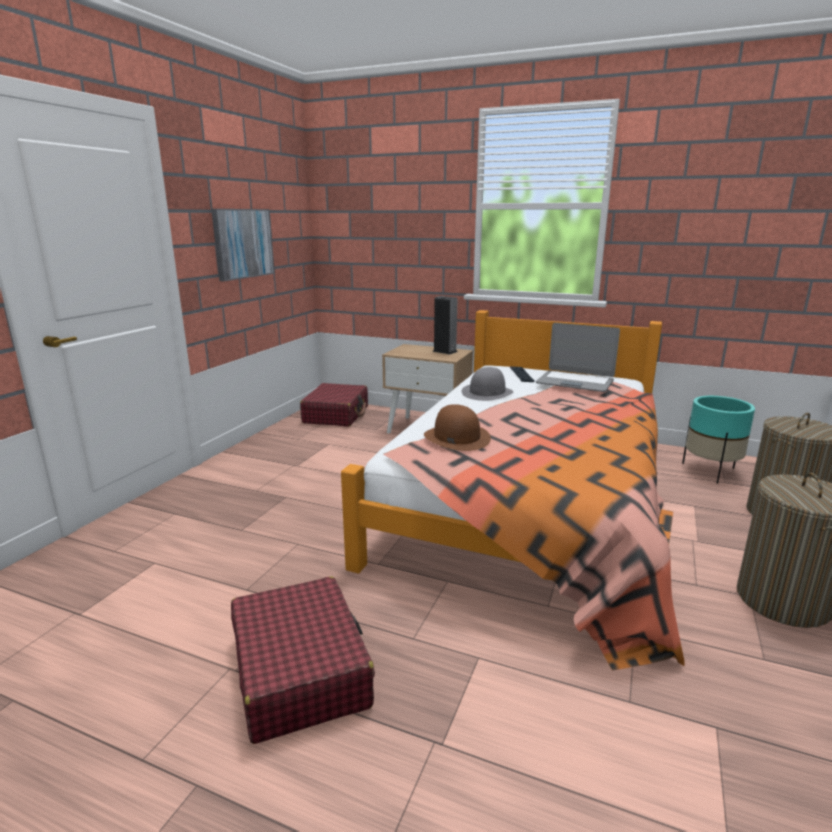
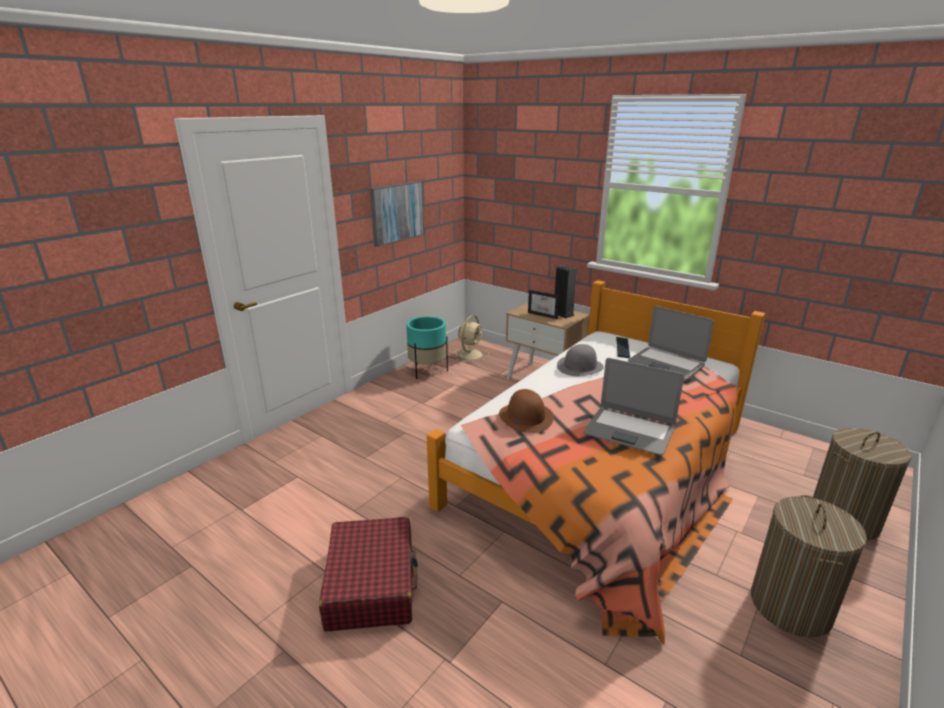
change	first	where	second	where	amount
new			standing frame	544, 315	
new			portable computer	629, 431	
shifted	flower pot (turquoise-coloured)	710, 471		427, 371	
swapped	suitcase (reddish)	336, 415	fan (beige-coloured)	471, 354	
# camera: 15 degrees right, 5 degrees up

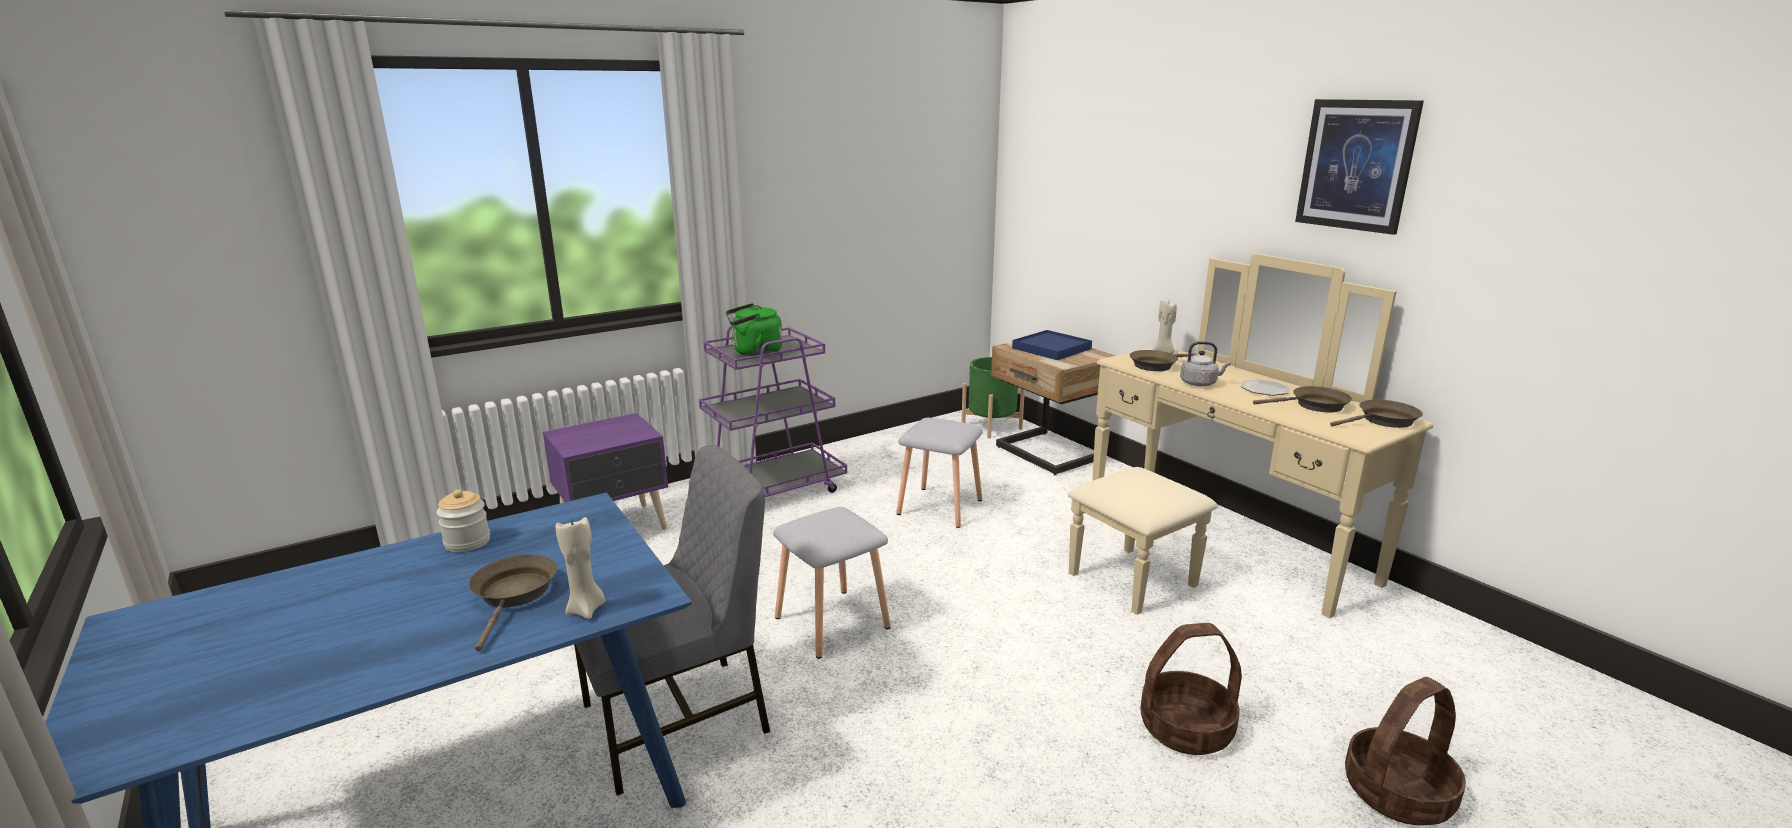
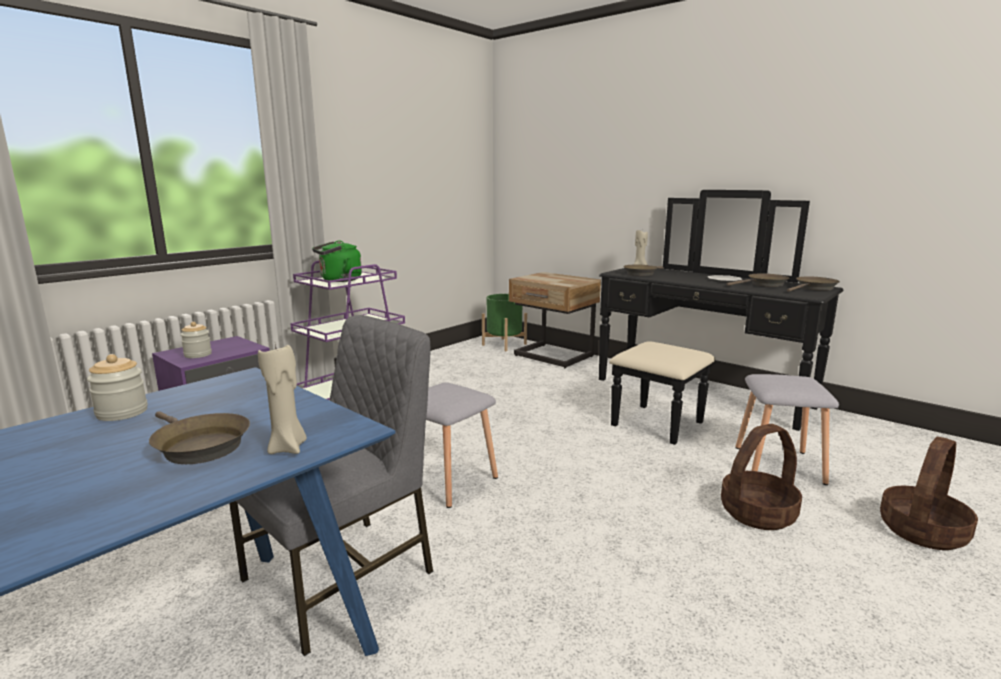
change	first	where	second	where	amount
gone	carrying tray (blue-coloured)	1051, 348			
gone	water kettle (gray)	1200, 383			
gone	wall art	1356, 165			
new			jar	198, 354	
shifted	stool (gray)	938, 507		777, 465	
repainted	chest of drawers (beige-coloured)	1205, 548	chest of drawers (blackish)	692, 399	
rotated	pan (brownish)	514, 595		198, 446	150 degrees clockwise
# camera: 15 degrees left, 5 degrees down

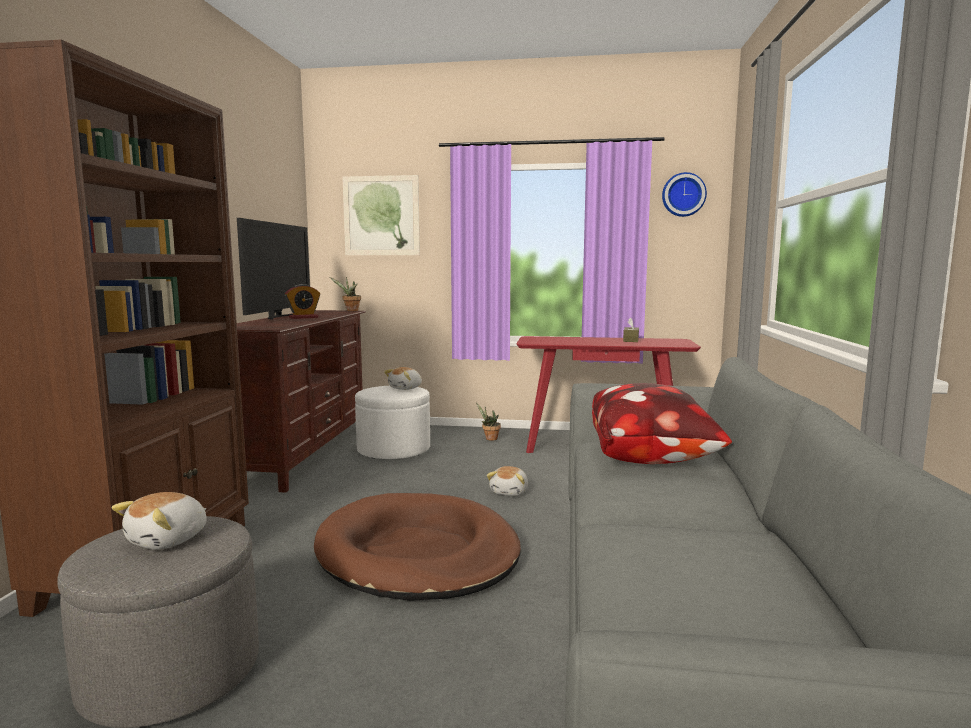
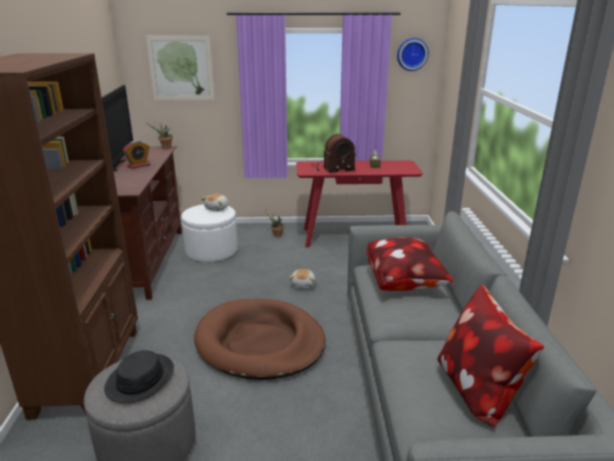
change	first	where	second	where	amount
new			radio set	332, 168	
new			pillow	478, 389	
swapped	plush toy	169, 540	clothing hat (blackish)	140, 379	
# camera: 10 degrees left, 15 degrees up

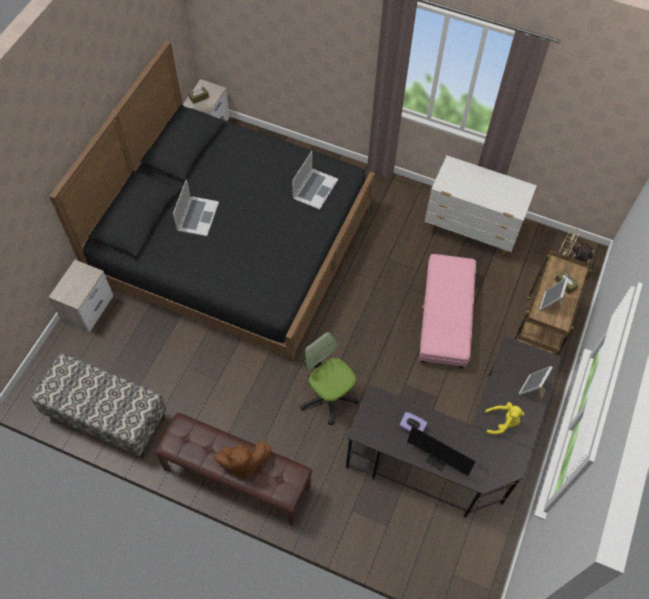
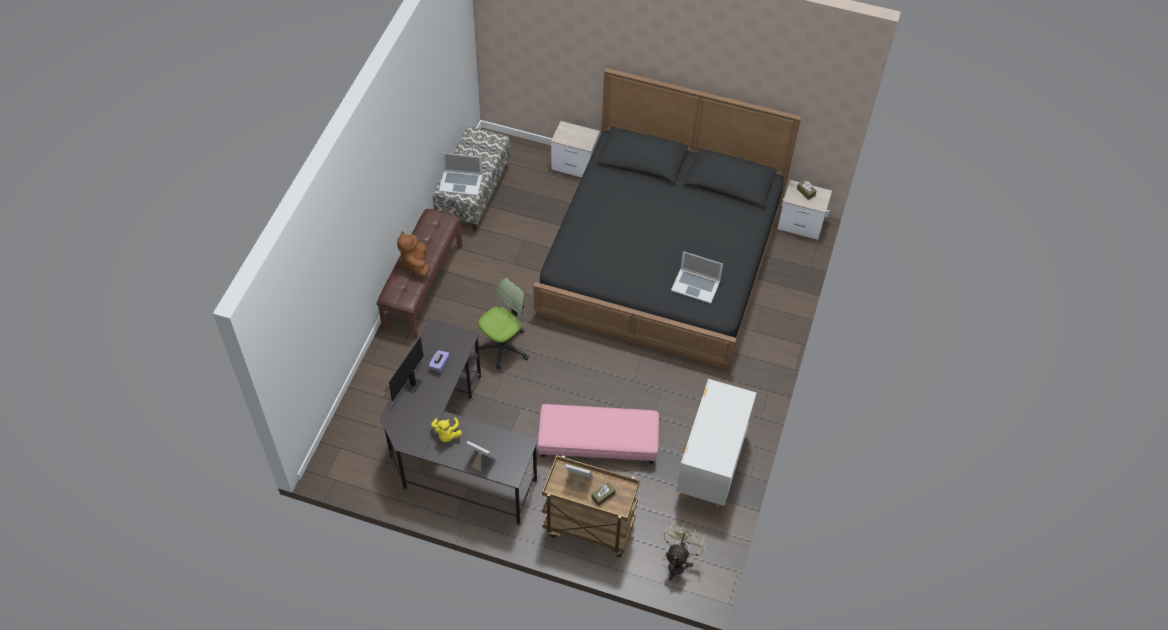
change	first	where	second	where	amount
shifted	portable computer	197, 216		461, 182	
# camera: 85 degrees right, 5 degrees down

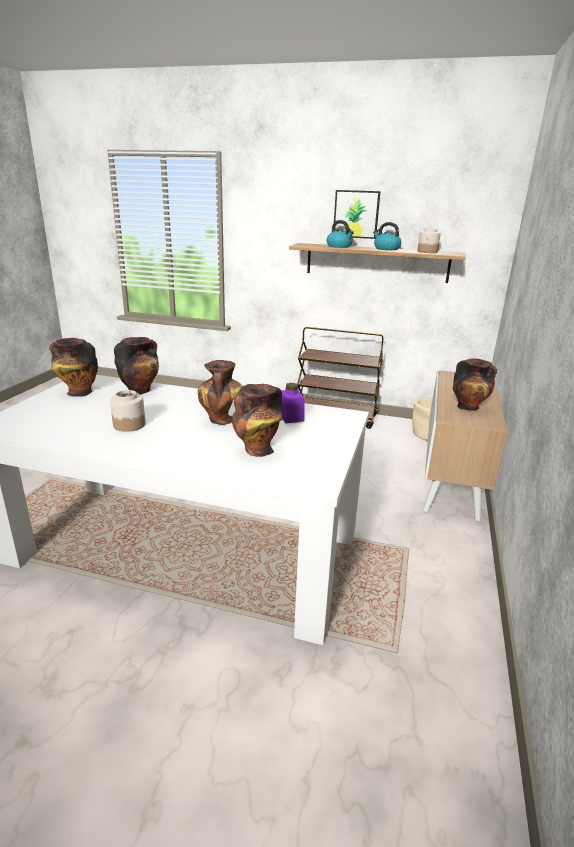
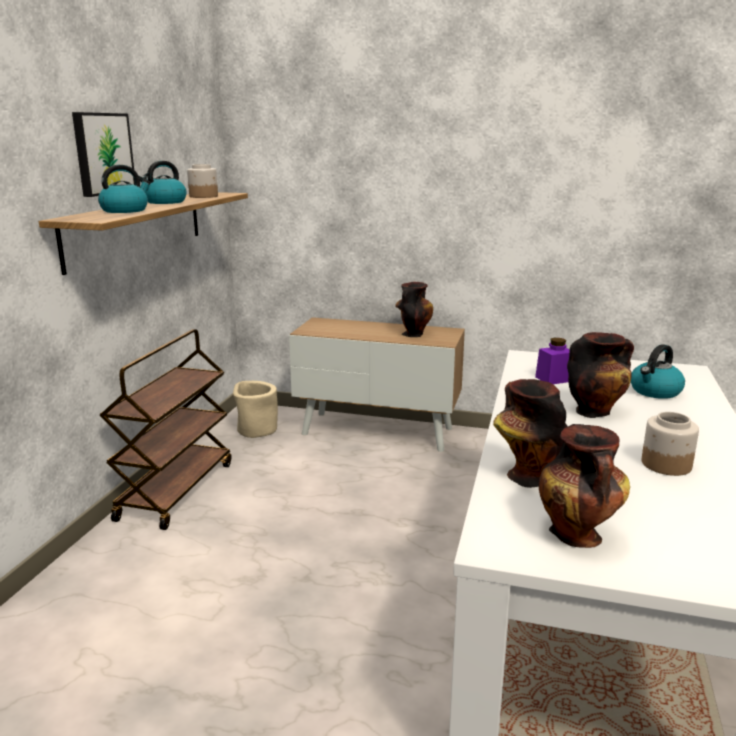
change	first	where	second	where	amount
swapped	vase	257, 450	water kettle	655, 391	
# camera: 90 degrees left, 5 degrees down

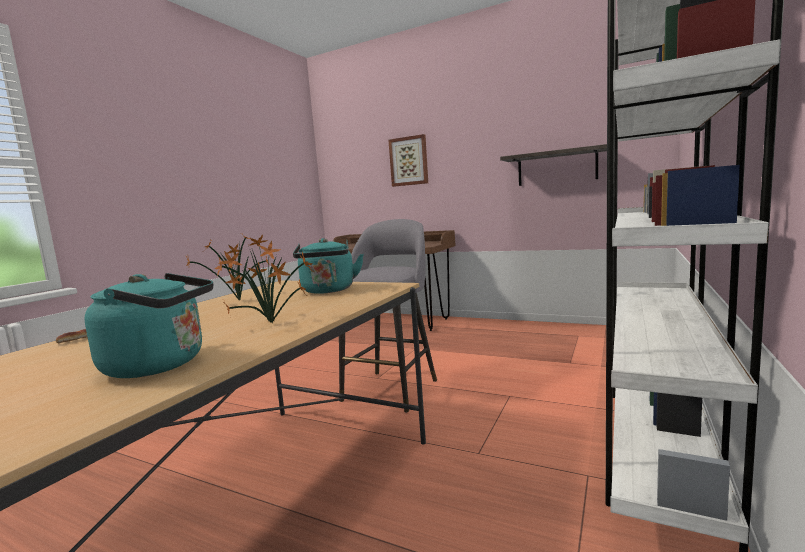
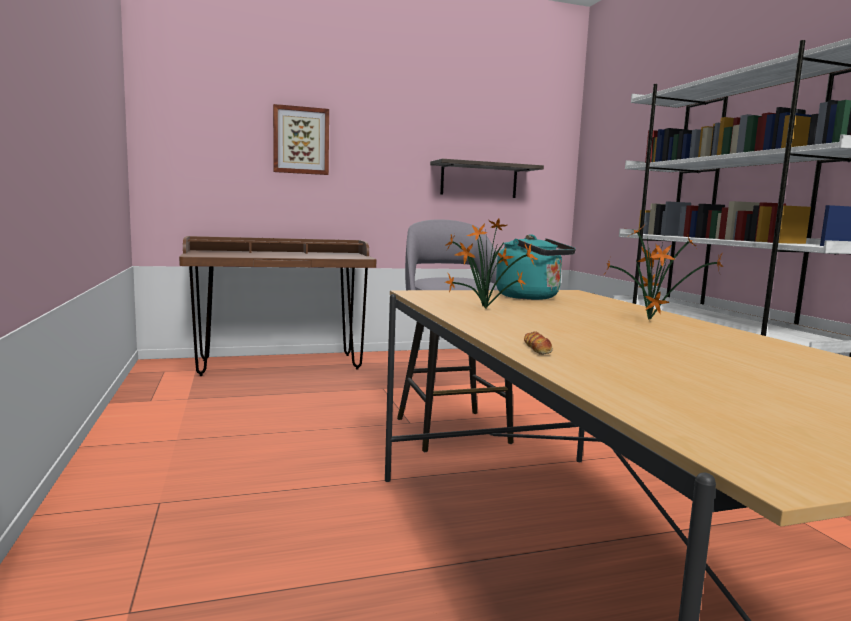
change	first	where	second	where	amount
gone	water kettle (turquoise-coloured)	161, 365			
# camera: 45 degrees left, 0 degrees up

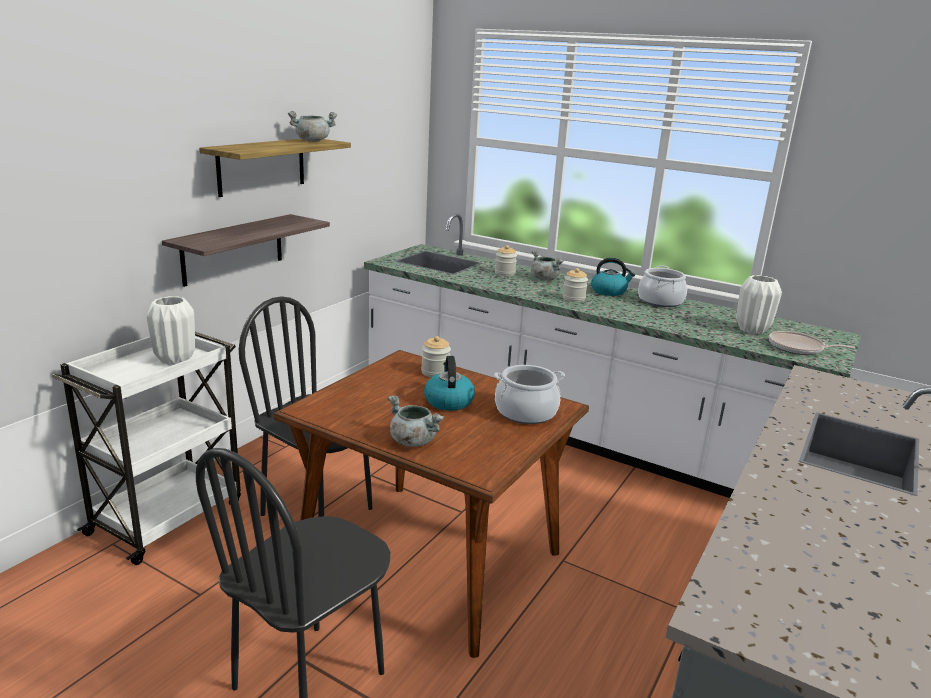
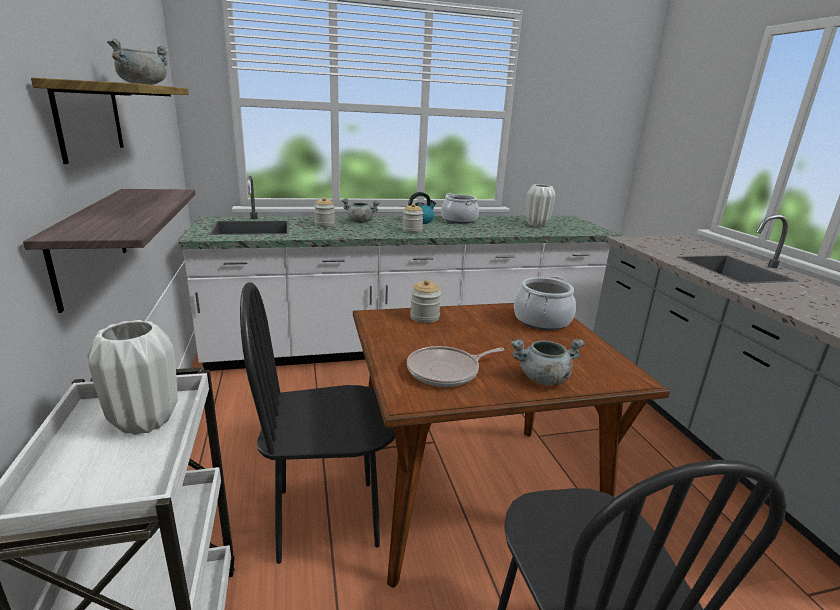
change	first	where	second	where	amount
gone	water kettle	448, 401			
shifted	pan	798, 348		446, 371	
# camera: 45 degrees left, 0 degrees up

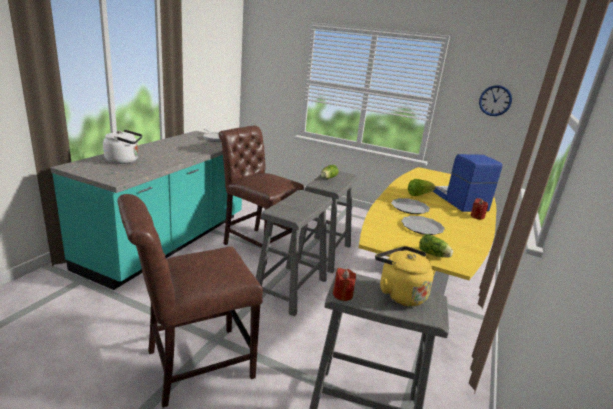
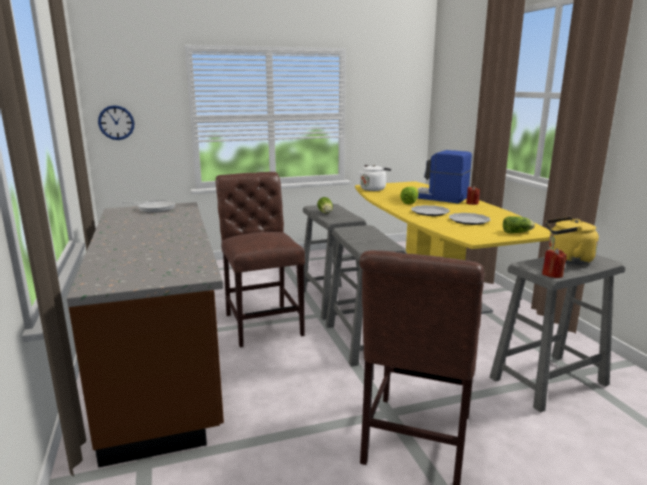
change	first	where	second	where	amount
shifted	water kettle (whitish)	124, 161		373, 189	
shifted	wall clock	495, 100		116, 122	
repainted	kitchen counter (turquoise-coloured)	168, 241	kitchen counter (brownish)	164, 367	
rotated	plain chair (brownish)	257, 244		262, 322	75 degrees clockwise
# camera: 40 degrees left, 5 degrees down

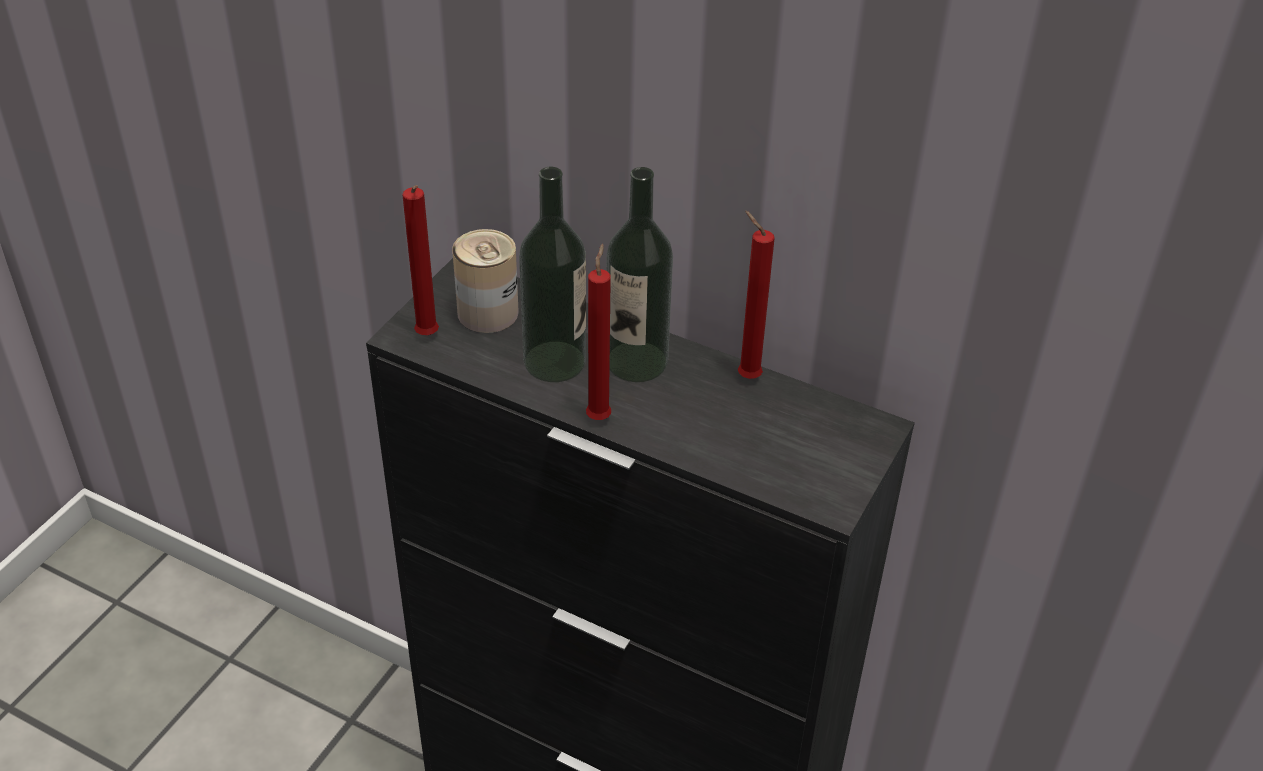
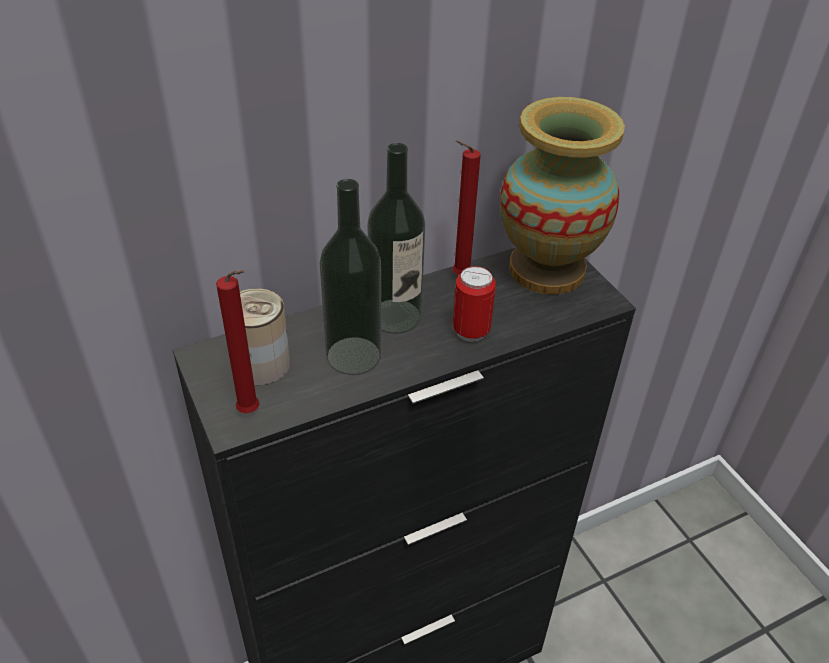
change	first	where	second	where	amount
gone	wax light (reddish)	599, 416			
new			can	471, 331	
new			vase	546, 270	
# camera: 55 degrees left, 0 degrees up

